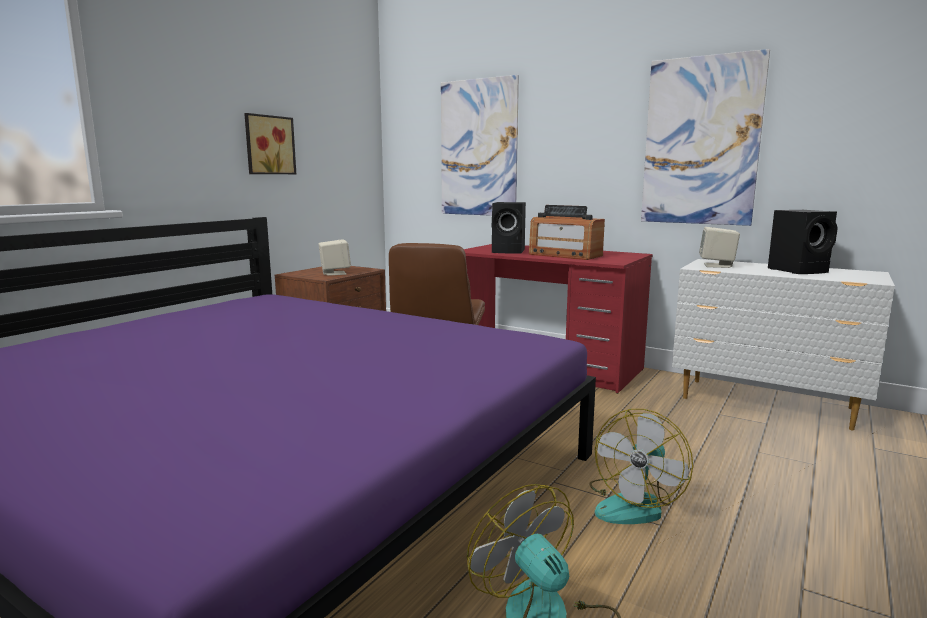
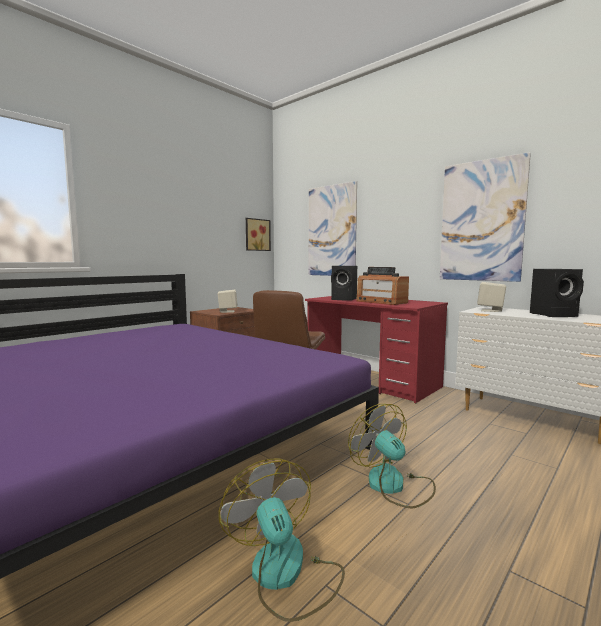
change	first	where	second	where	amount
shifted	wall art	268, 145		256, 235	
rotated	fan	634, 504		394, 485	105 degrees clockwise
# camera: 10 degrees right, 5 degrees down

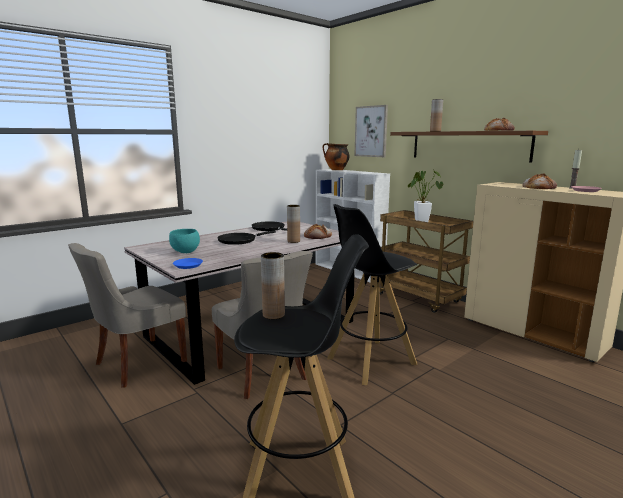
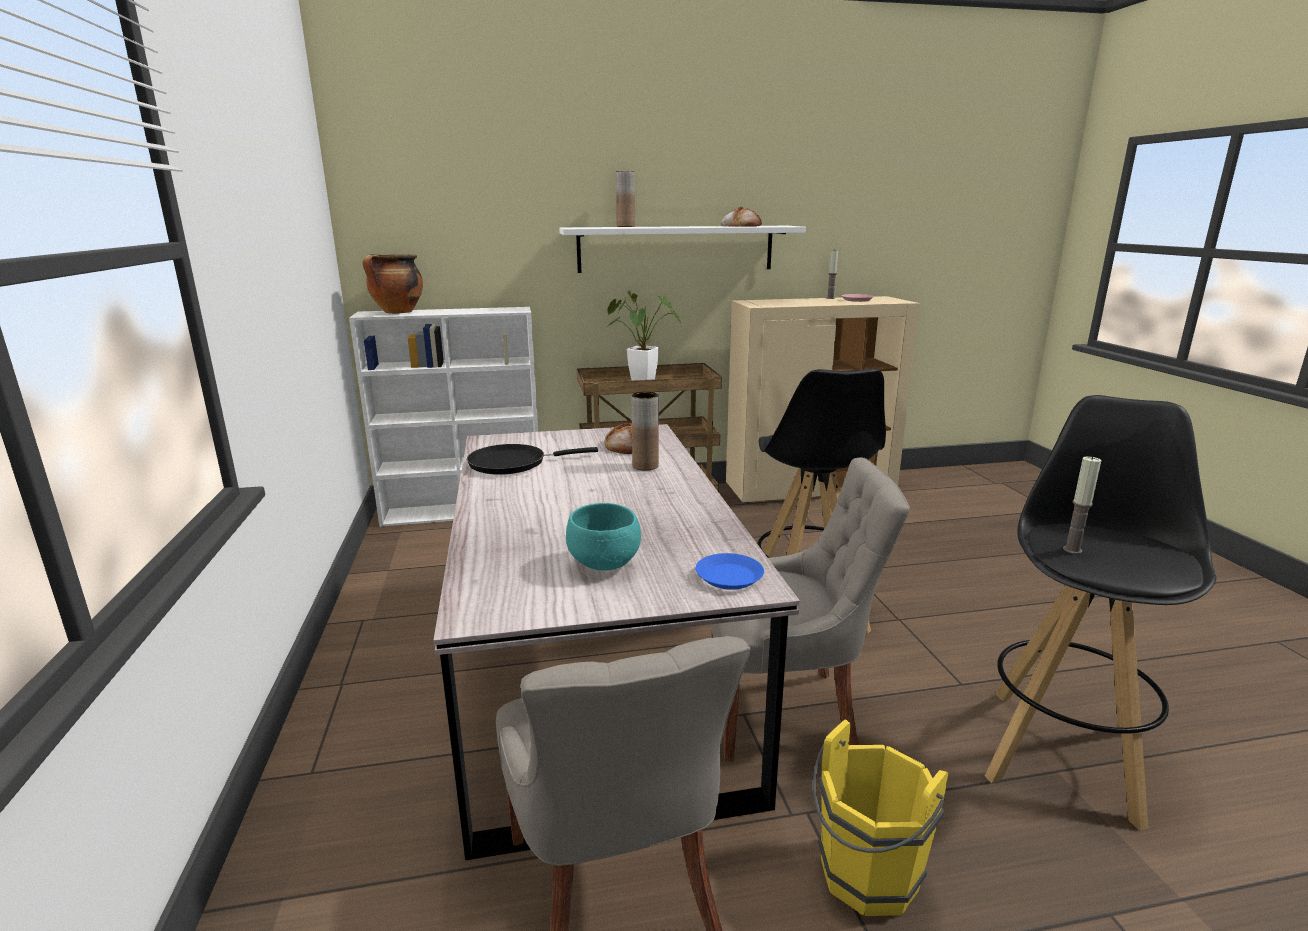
change	first	where	second	where	amount
gone	pan (blackish)	239, 240			
gone	wall art	371, 131			
gone	bakery bread	539, 187			
new			bucket (yellow)	864, 880	
swapped	vase (brownish)	273, 315	wax light	1072, 550	
repainted	bracket shelf (brownish)	468, 145	bracket shelf (whitish)	676, 248	
# camera: 60 degrees left, 5 degrees up

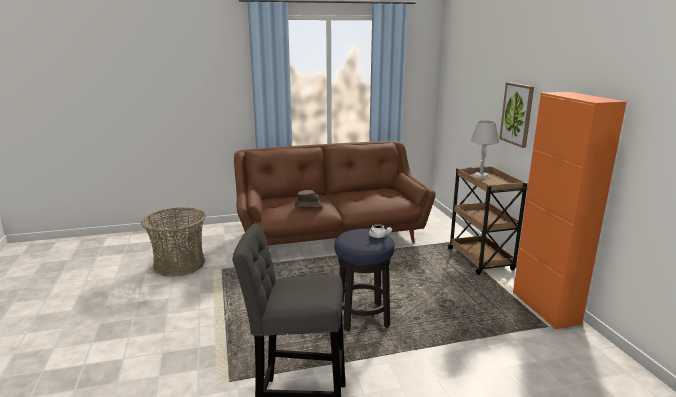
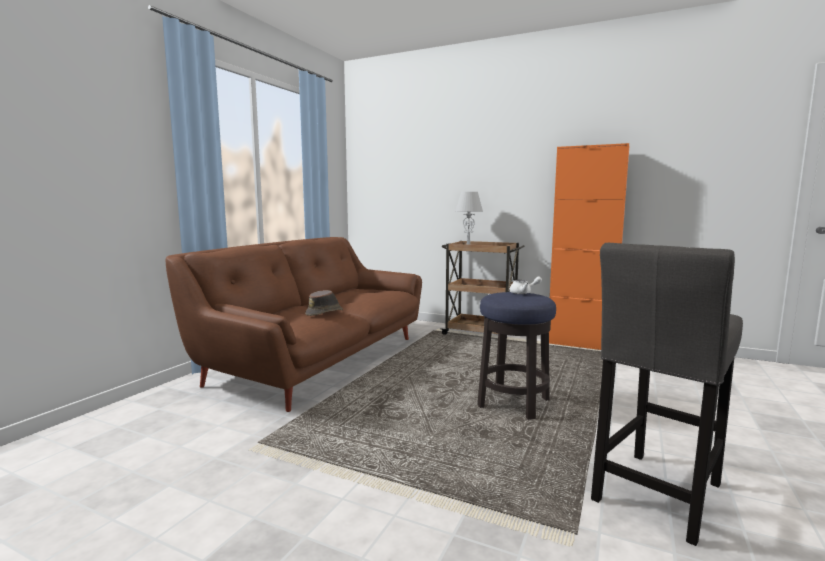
change	first	where	second	where	amount
gone	basket	179, 264			
gone	wall art	517, 114			
# camera: 50 degrees left, 10 degrees down

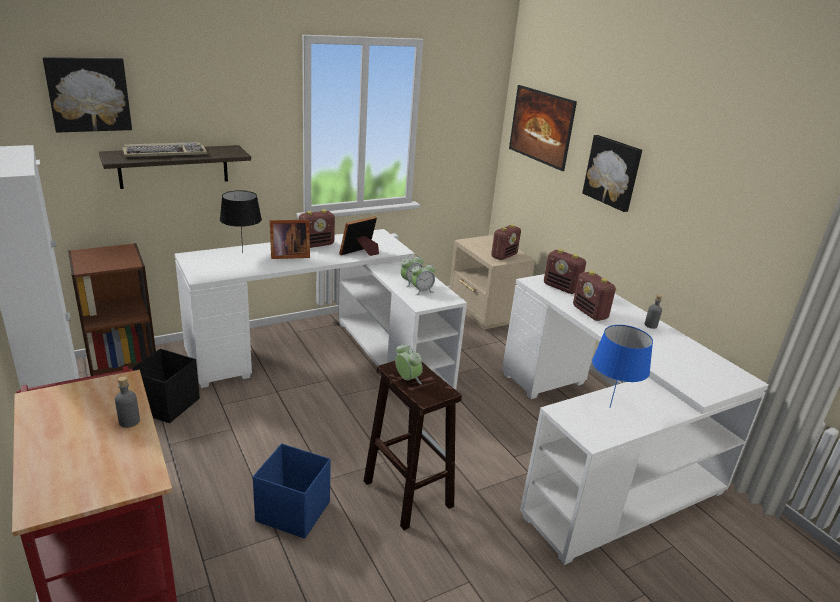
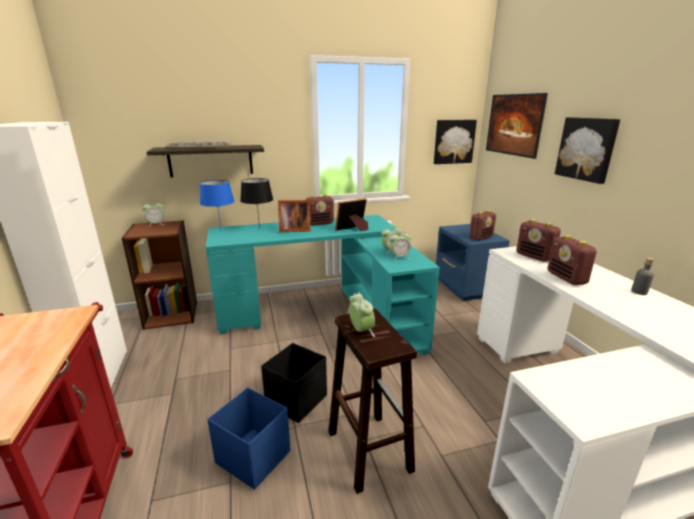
change	first	where	second	where	amount
gone	drink bottle (gray)	129, 421			
new			table clock	156, 224	
shifted	wall art	89, 94		453, 141	
shifted	storage container (blackish)	168, 405		297, 400	
shifted	tabletop lamp (blue-coloured)	610, 408		220, 231	
repainted	desk table (whitish)	328, 355	desk table (turquoise-coloured)	327, 314	
repainted	nightstand (beige-coloured)	484, 313	nightstand (blue-coloured)	465, 288	
# camera: 15 degrees right, 5 degrees down

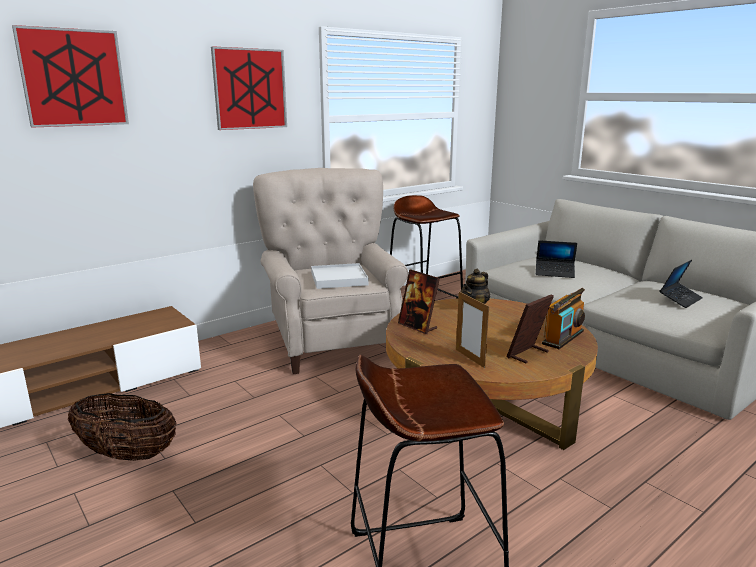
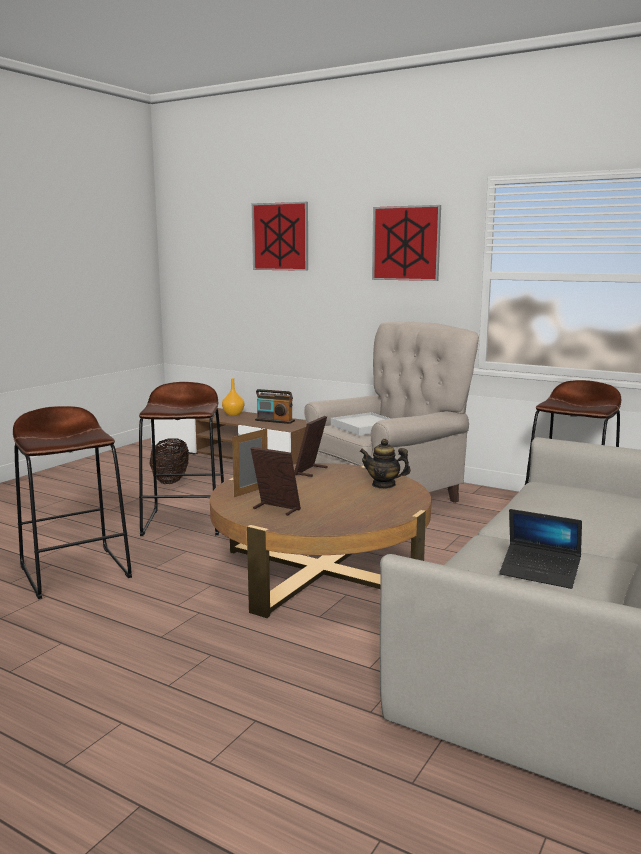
change	first	where	second	where	amount
gone	portable computer	554, 273			
new			stool (brownish)	185, 522	
new			vase (orange-coloured)	233, 414	
shifted	radio set	563, 338		274, 421	
# camera: 70 degrees right, 5 degrees down

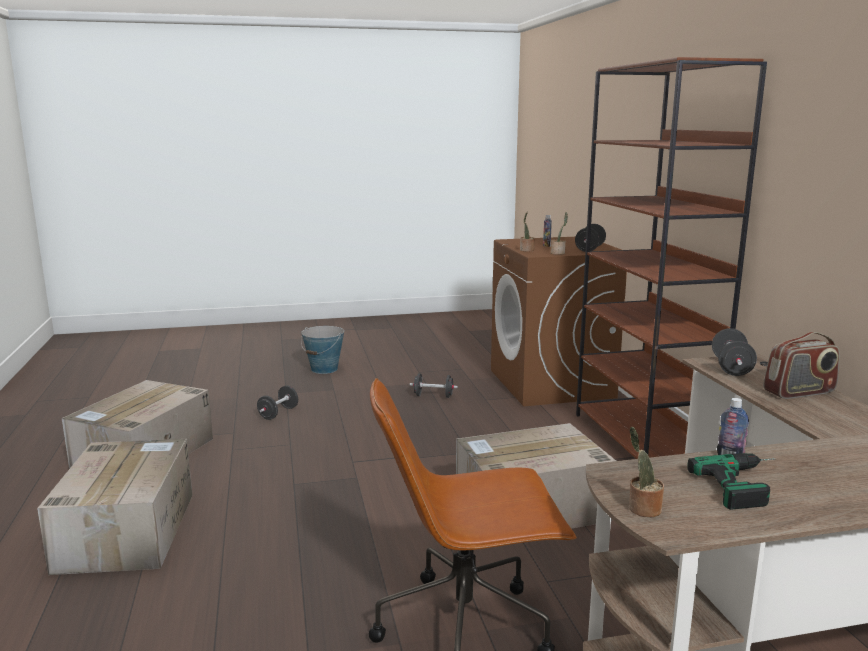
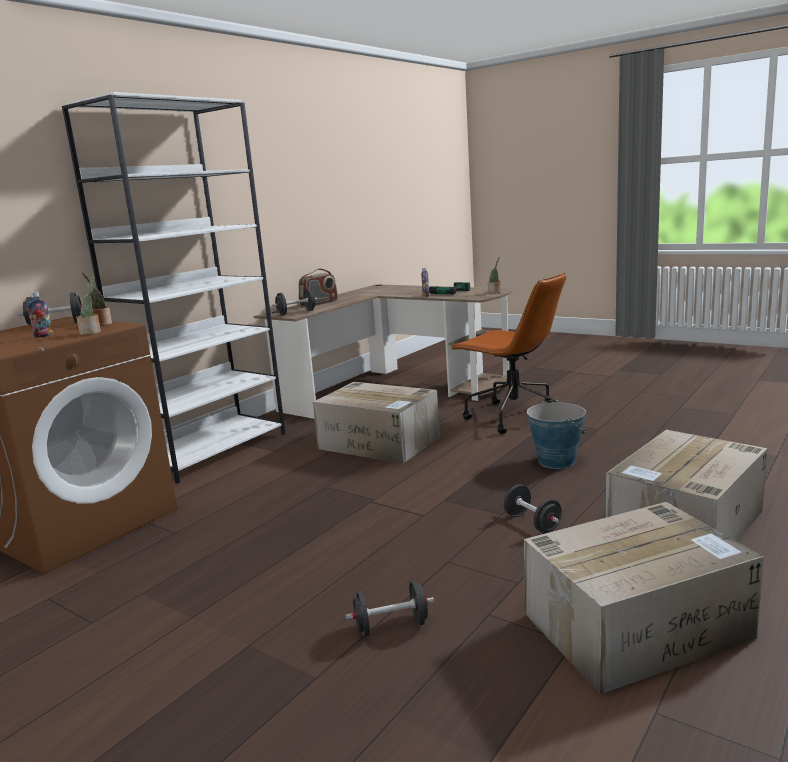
change	first	where	second	where	amount
shifted	bucket	324, 369		556, 461	
shifted	dumbbell (blackish)	433, 396		532, 523	
repainted	bookshelf (brownish)	642, 440	bookshelf (whitish)	212, 450	
rotated	radio set	799, 392		319, 303	105 degrees clockwise
# camera: 130 degrees left, 0 degrees up

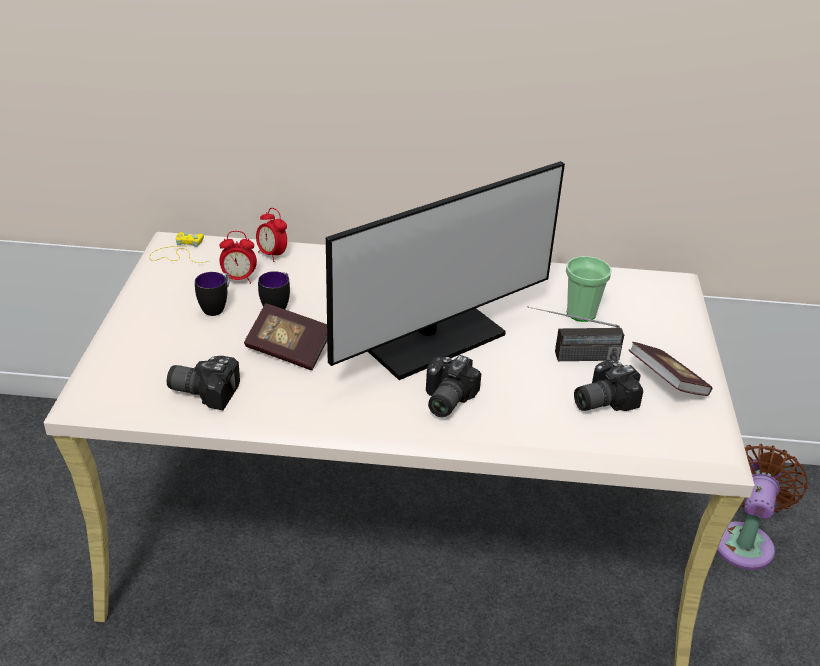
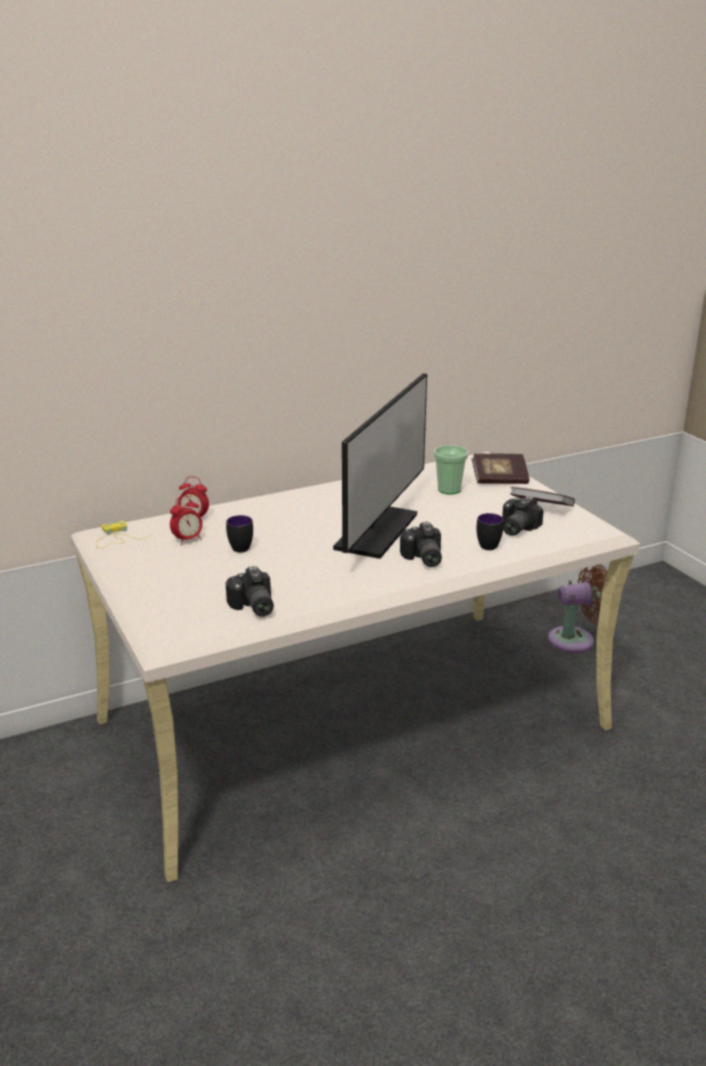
change	first	where	second	where	amount
gone	radio set	570, 357			
shifted	tea mug	217, 307		487, 544	
shifted	book	288, 350		499, 480	
rotated	photo camera	205, 390		252, 607	90 degrees counterclockwise
rotated	fan (brownish)	744, 541		576, 640	90 degrees clockwise
# camera: 30 degrees left, 10 degrees down

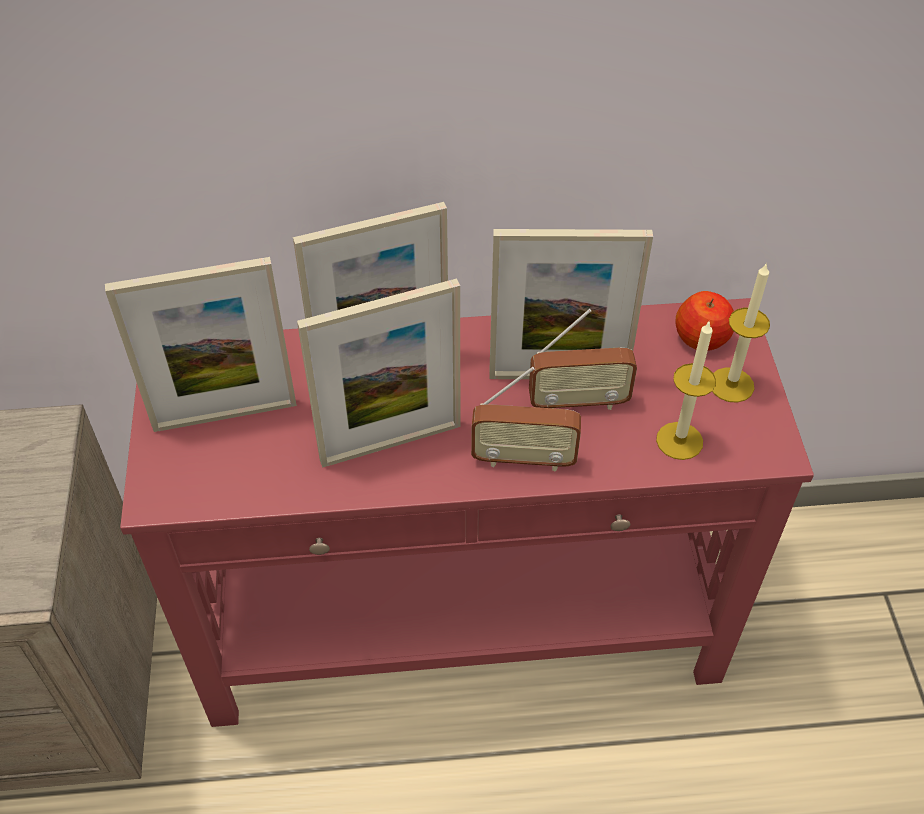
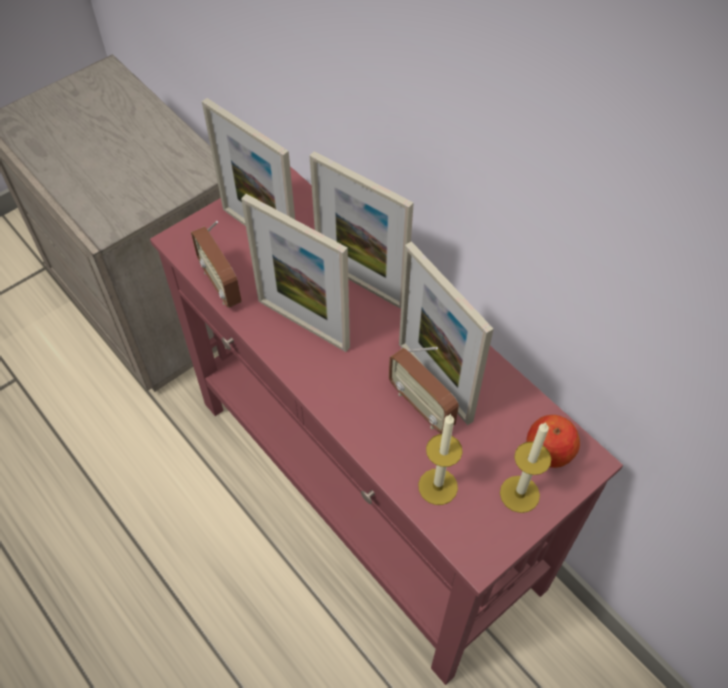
change	first	where	second	where	amount
shifted	radio set	523, 459		221, 284	
# camera: 55 degrees right, 5 degrees up

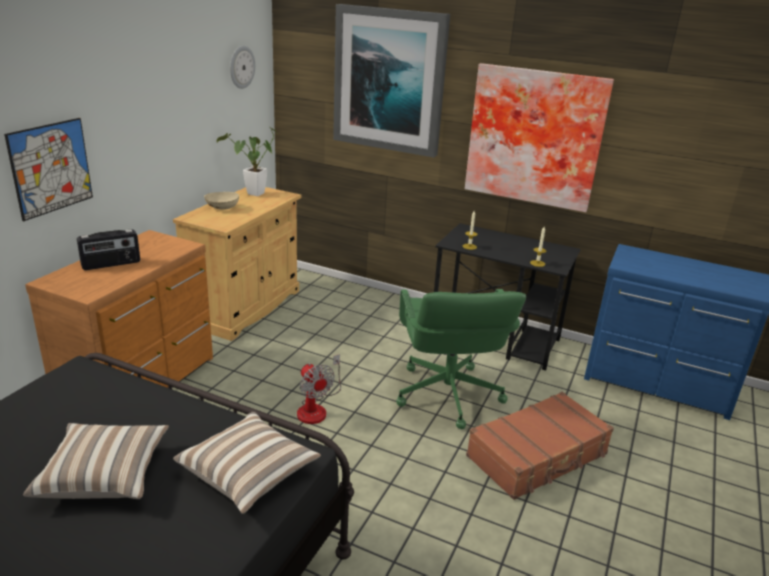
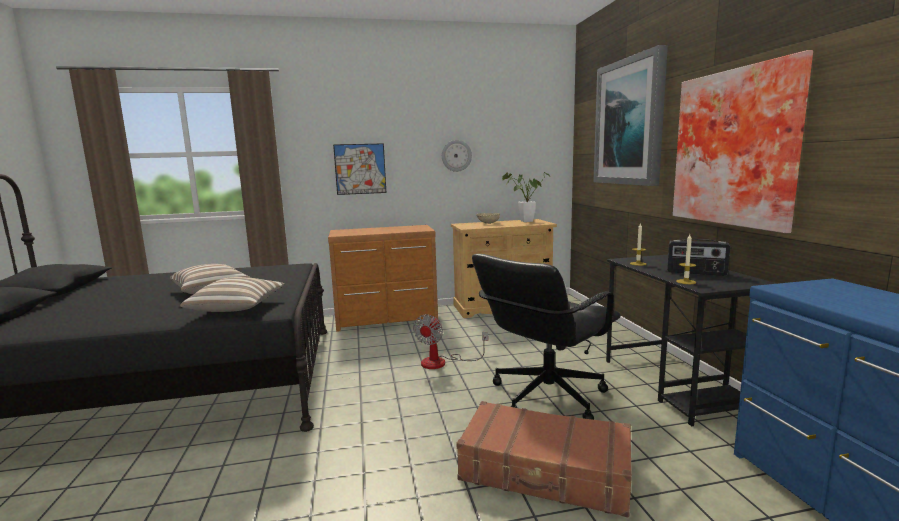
change	first	where	second	where	amount
shifted	radio set	111, 264		696, 273	
shifted	wall clock	241, 67		456, 155	
repainted	desk chair (greenish)	447, 395	desk chair (blackish)	546, 396	
# camera: 55 degrees right, 15 degrees down

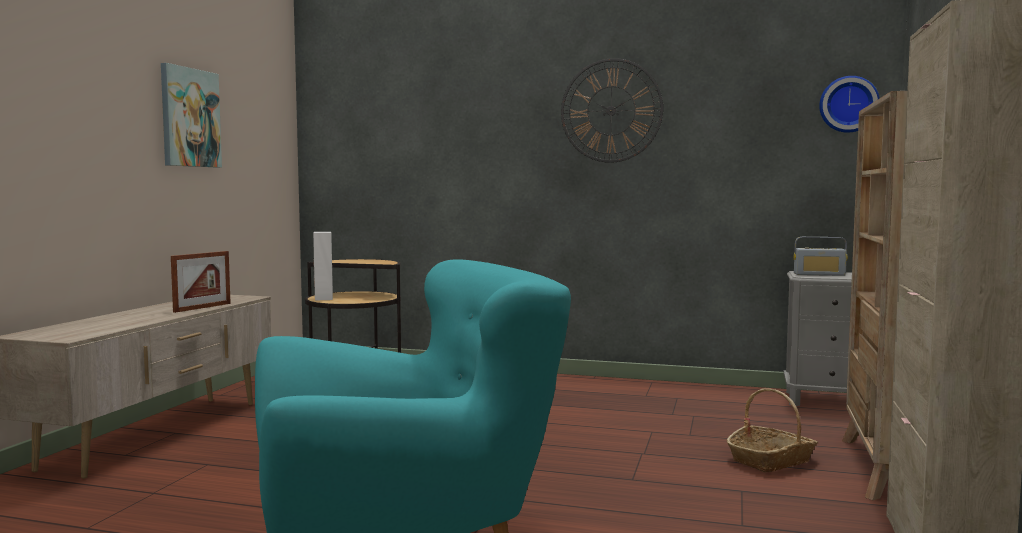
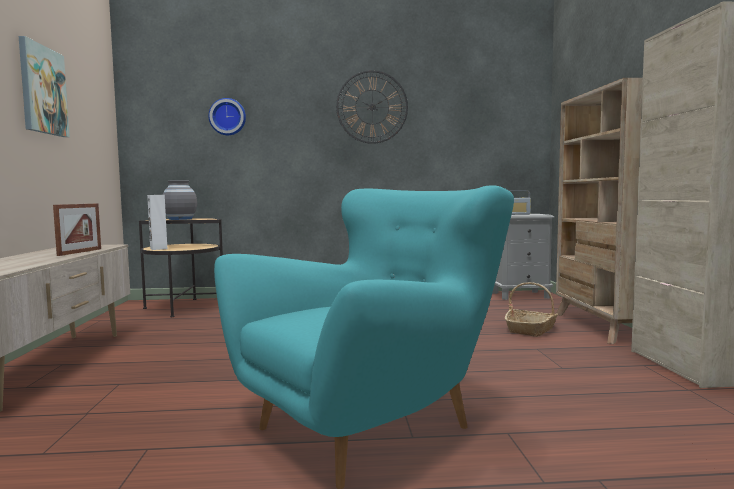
change	first	where	second	where	amount
new			vase (gray)	180, 219	
shifted	wall clock	848, 104		227, 117	
# camera: 20 degrees left, 0 degrees up

